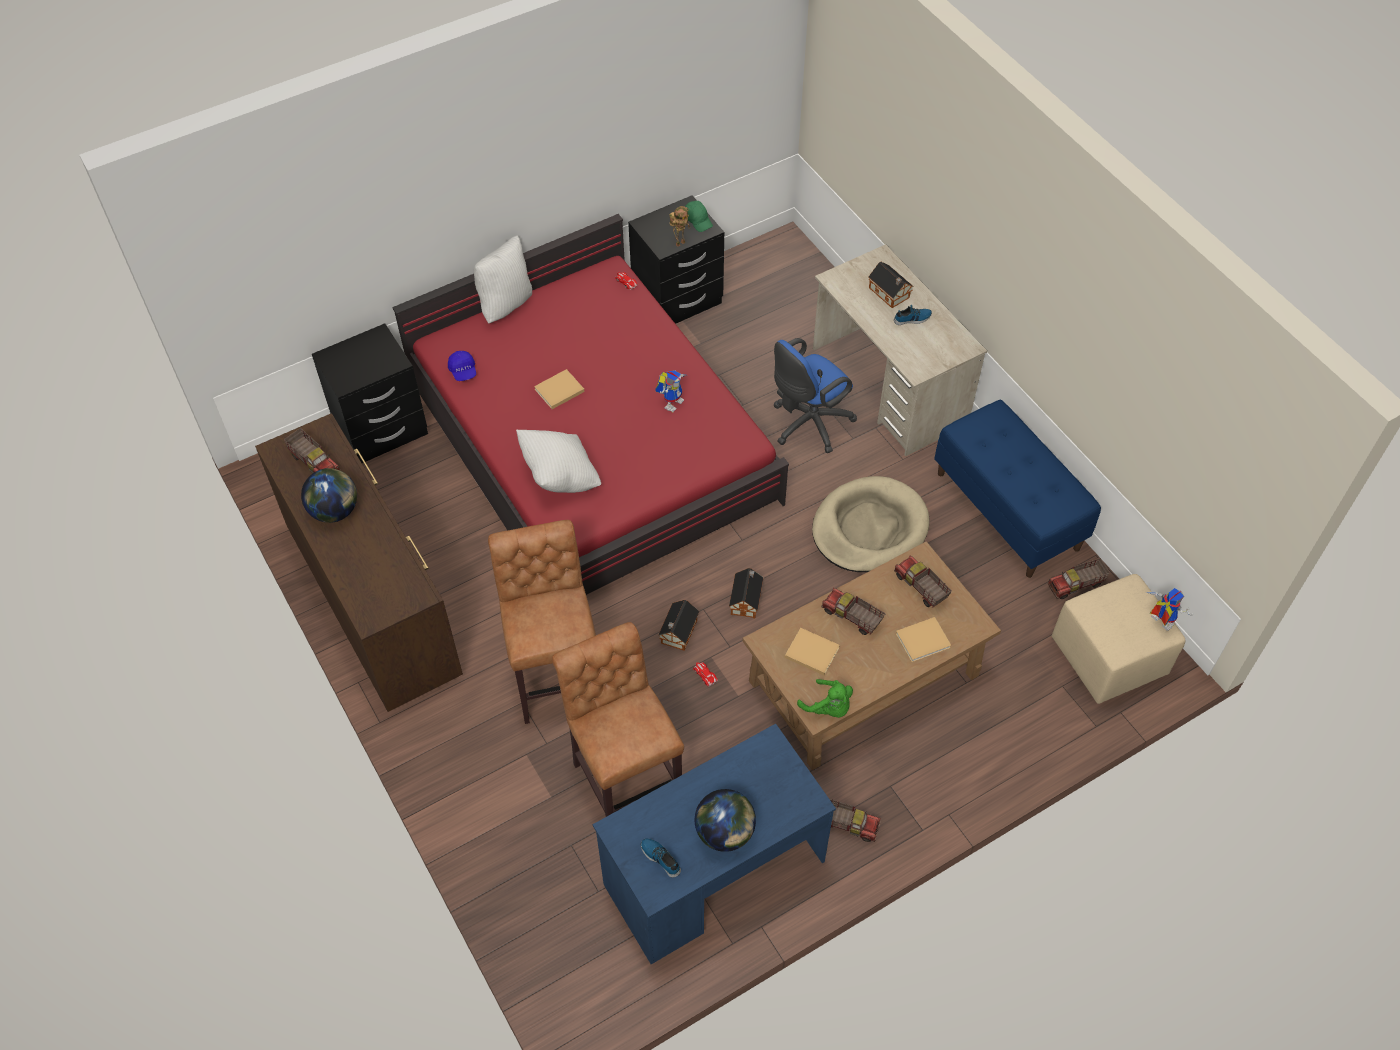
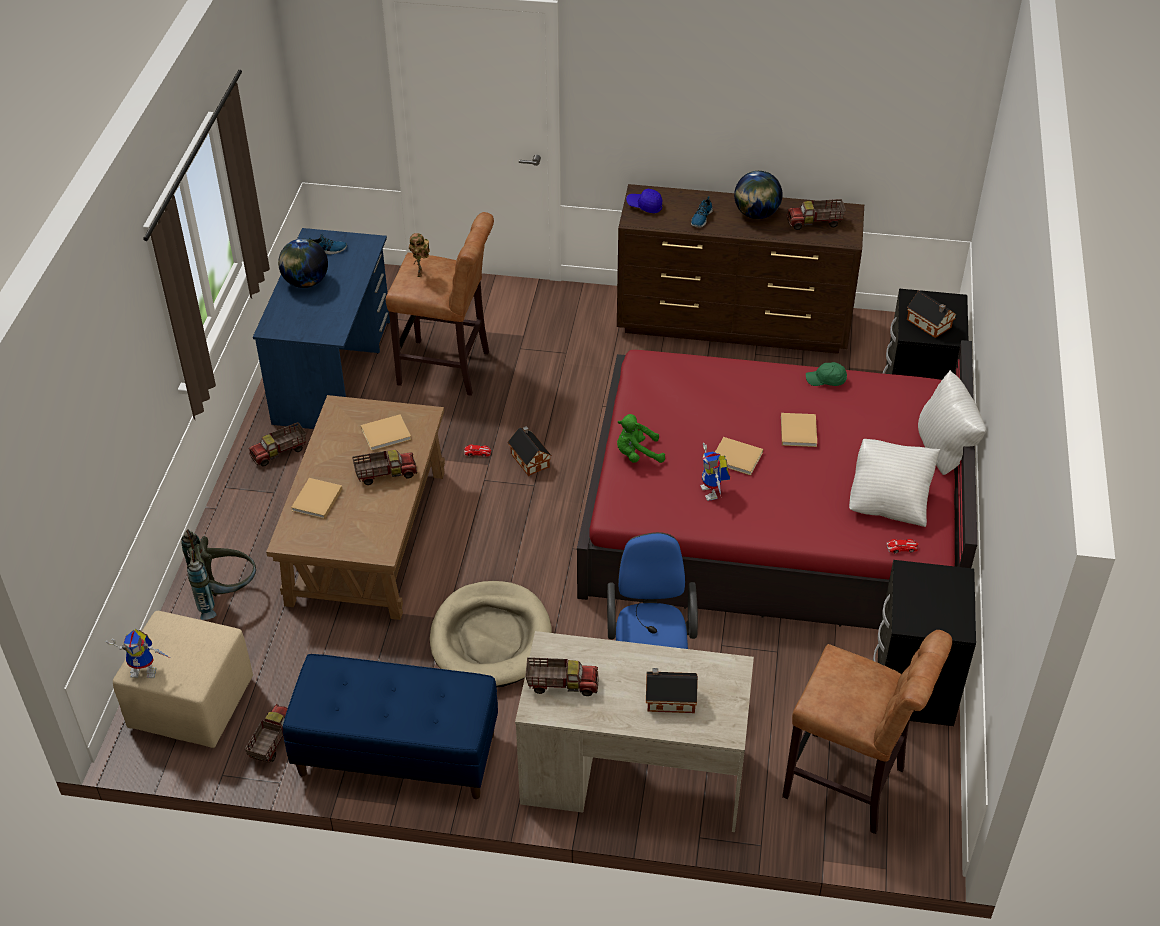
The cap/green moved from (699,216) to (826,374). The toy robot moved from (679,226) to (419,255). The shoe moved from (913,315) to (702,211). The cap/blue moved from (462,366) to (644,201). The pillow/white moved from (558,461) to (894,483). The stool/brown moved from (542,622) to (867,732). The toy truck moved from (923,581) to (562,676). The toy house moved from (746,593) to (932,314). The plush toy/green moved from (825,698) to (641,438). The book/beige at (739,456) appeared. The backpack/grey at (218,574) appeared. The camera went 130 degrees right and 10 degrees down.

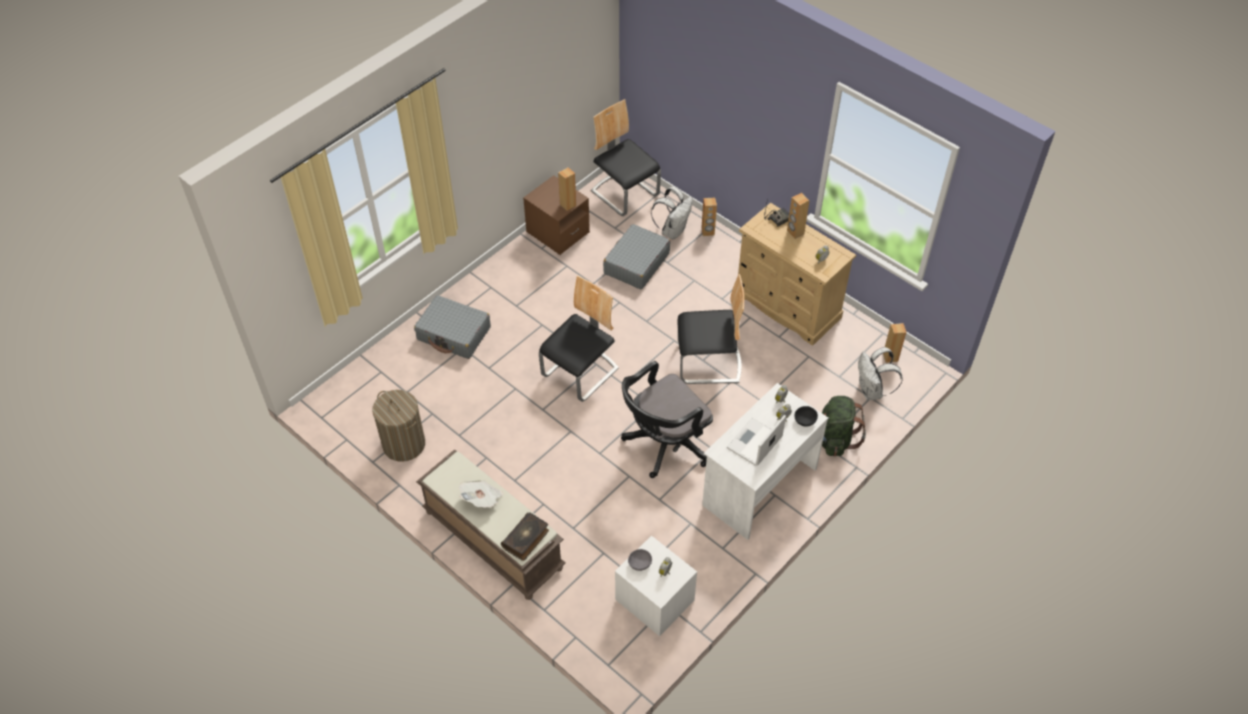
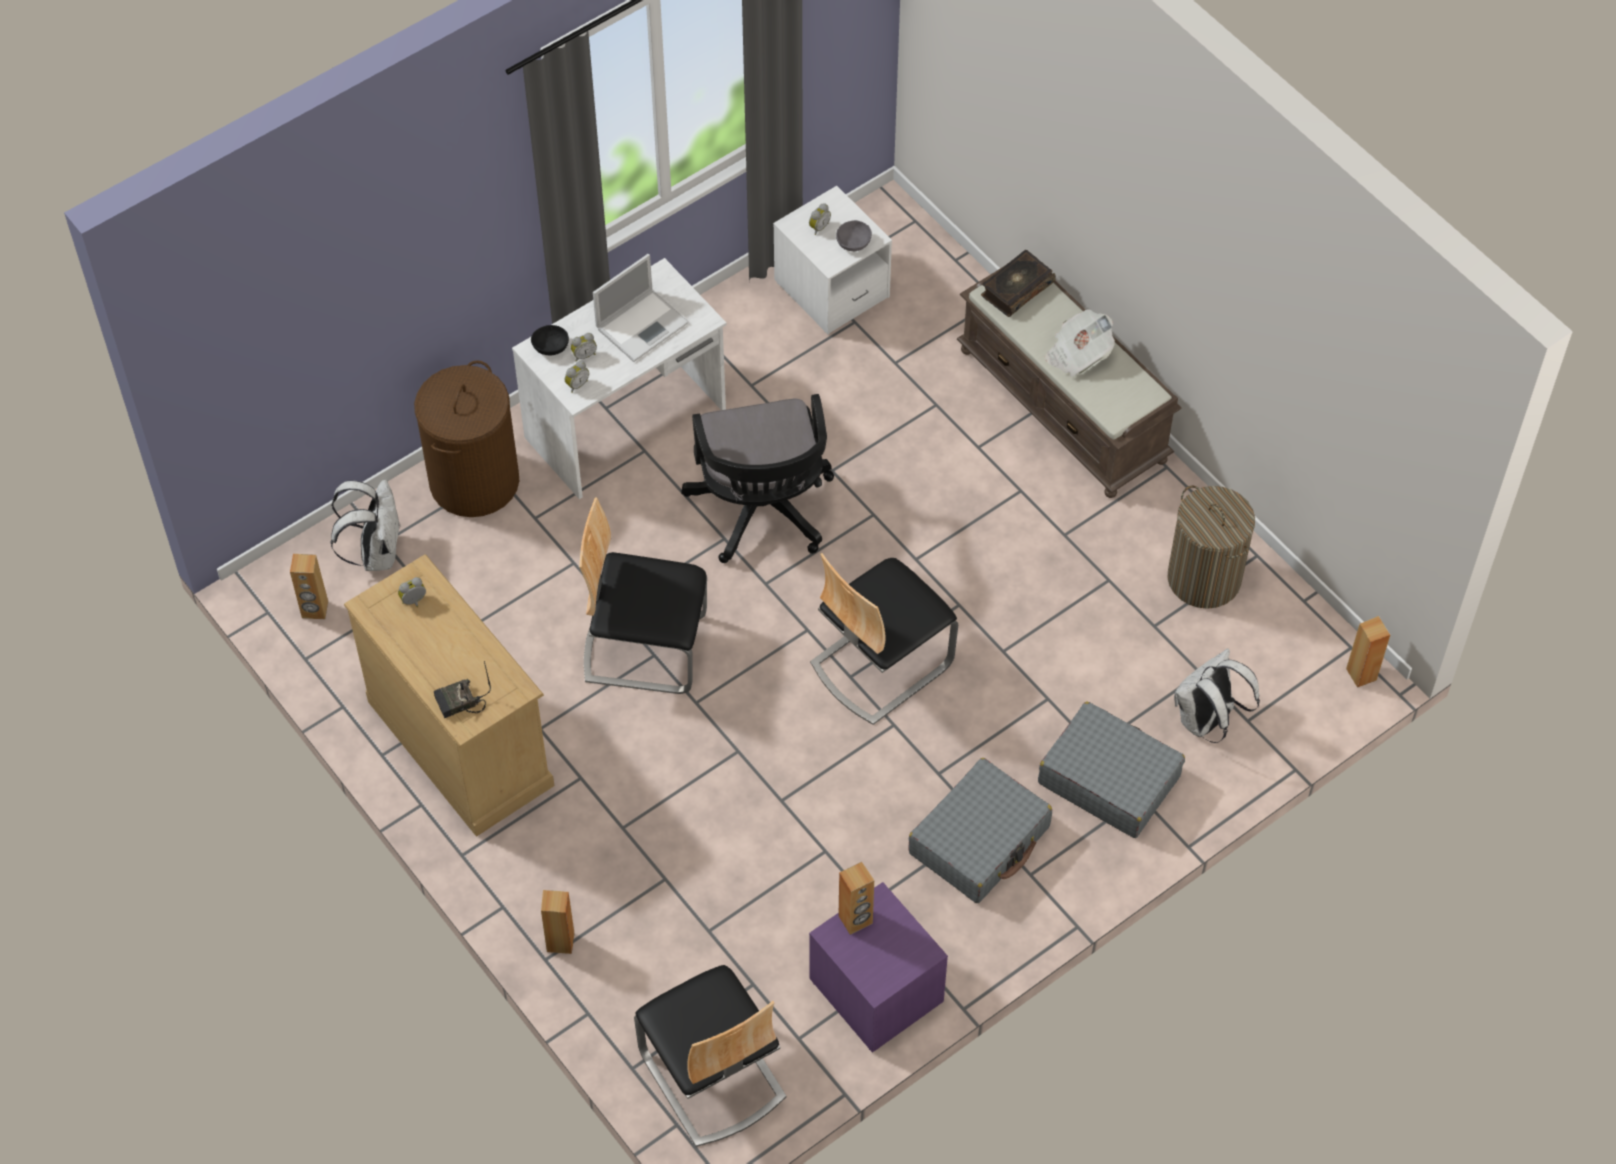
The nightstand/brown at (556,215) became the nightstand/purple at (878,967). The backpack/white moved from (672,212) to (1217,695). The speaker/brown moved from (798,216) to (1368,652). The suitcase/grey moved from (636,256) to (980,830). The office chair/black at (667,419) turned 105 degrees clockwise. The backpack/green at (844,426) was replaced by the laundry basket/brown at (466,439). The camera went 170 degrees left and 5 degrees up.

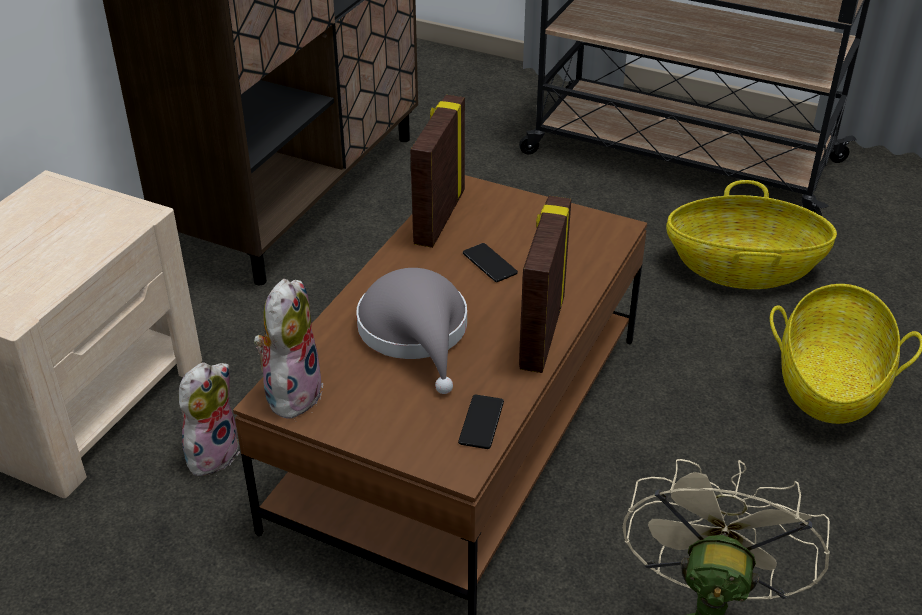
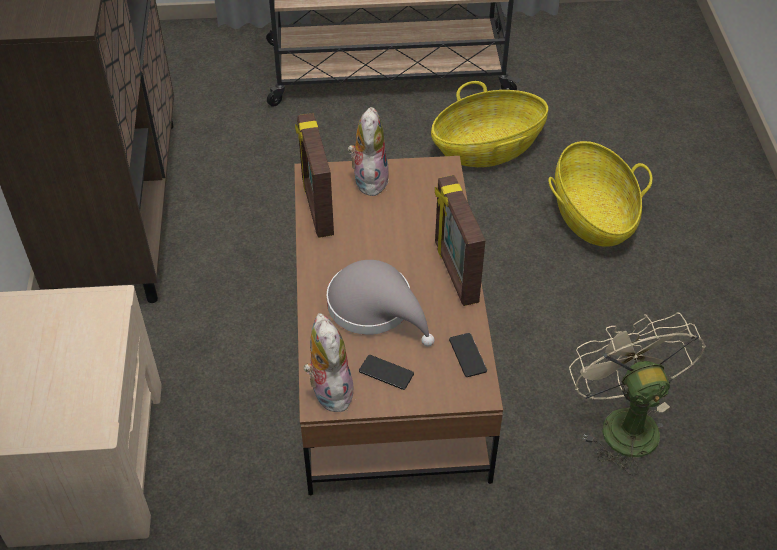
The phone moved from (490,262) to (386,372). The plush toy moved from (209,419) to (368,151). The camera went 30 degrees left and 10 degrees up.

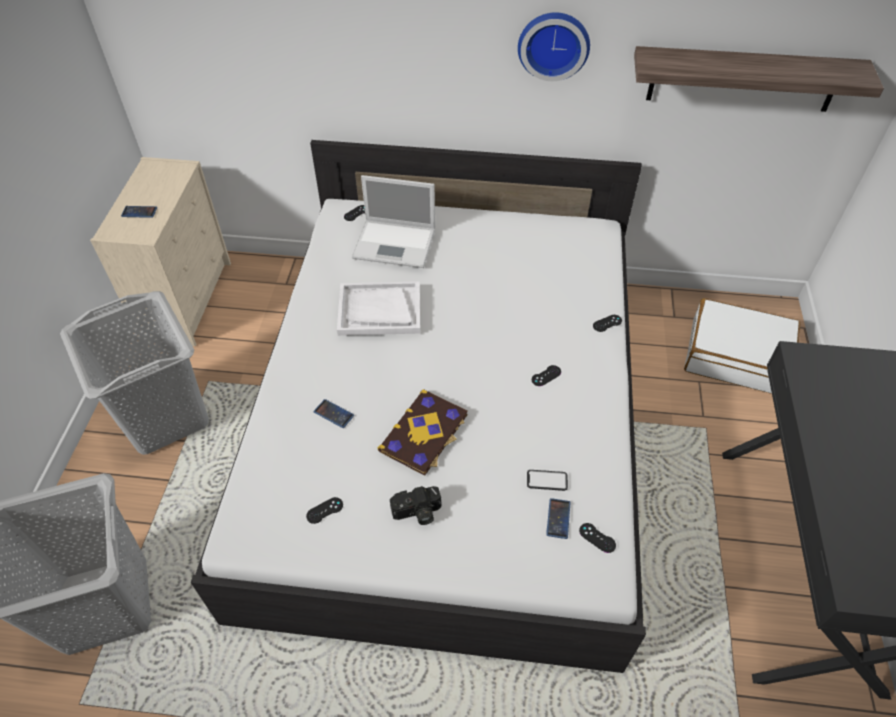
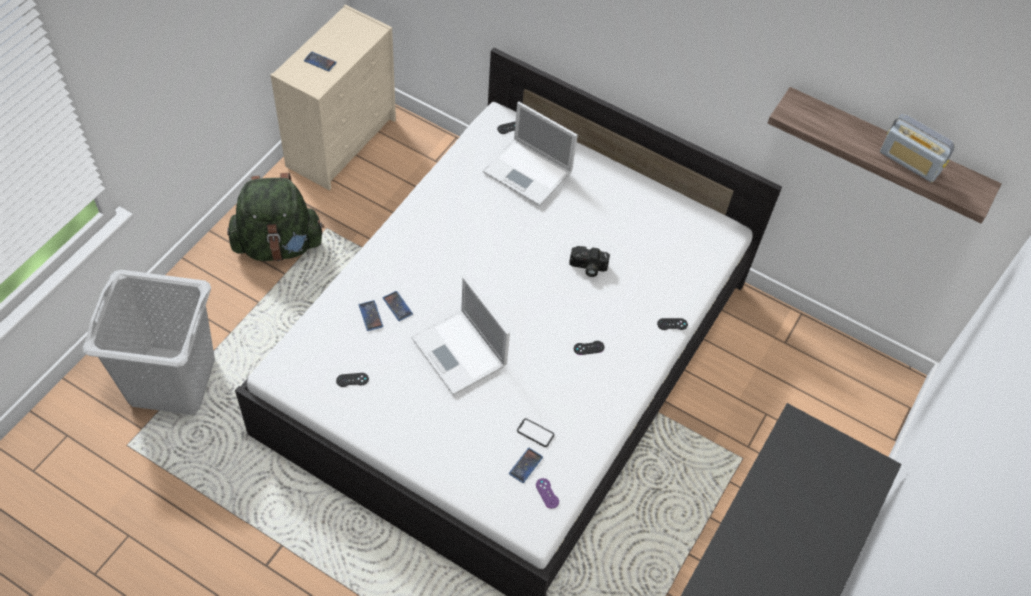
The wall clock at (554,46) disappeared. The tray/white at (378,308) disappeared. The laundry basket/grey at (134,373) was replaced by the backpack/green at (275,217). The suitcase/white at (742,346) disappeared. The book at (423,432) was replaced by the laptop at (460,335). The photo camera moved from (415,505) to (589,261). The game controller/black at (597,538) became the game controller/purple at (547,493). The radio at (917,148) appeared. The phone at (371,315) appeared. The camera went 20 degrees right and 5 degrees up.

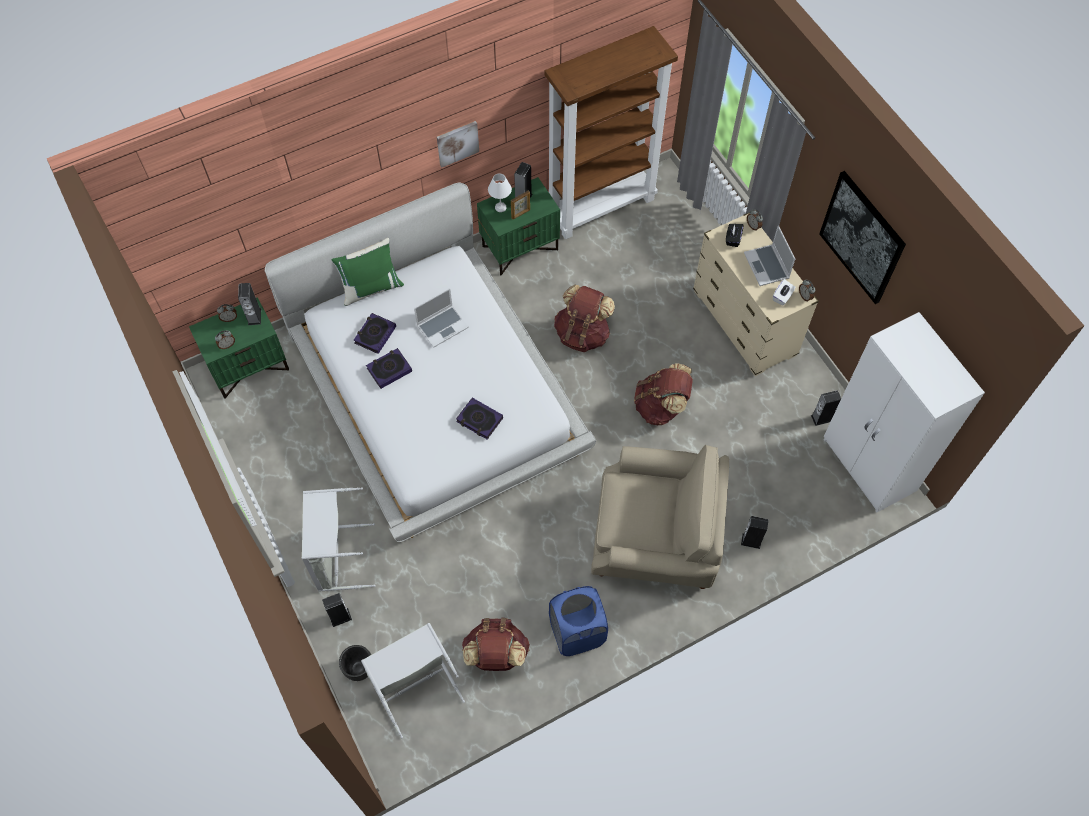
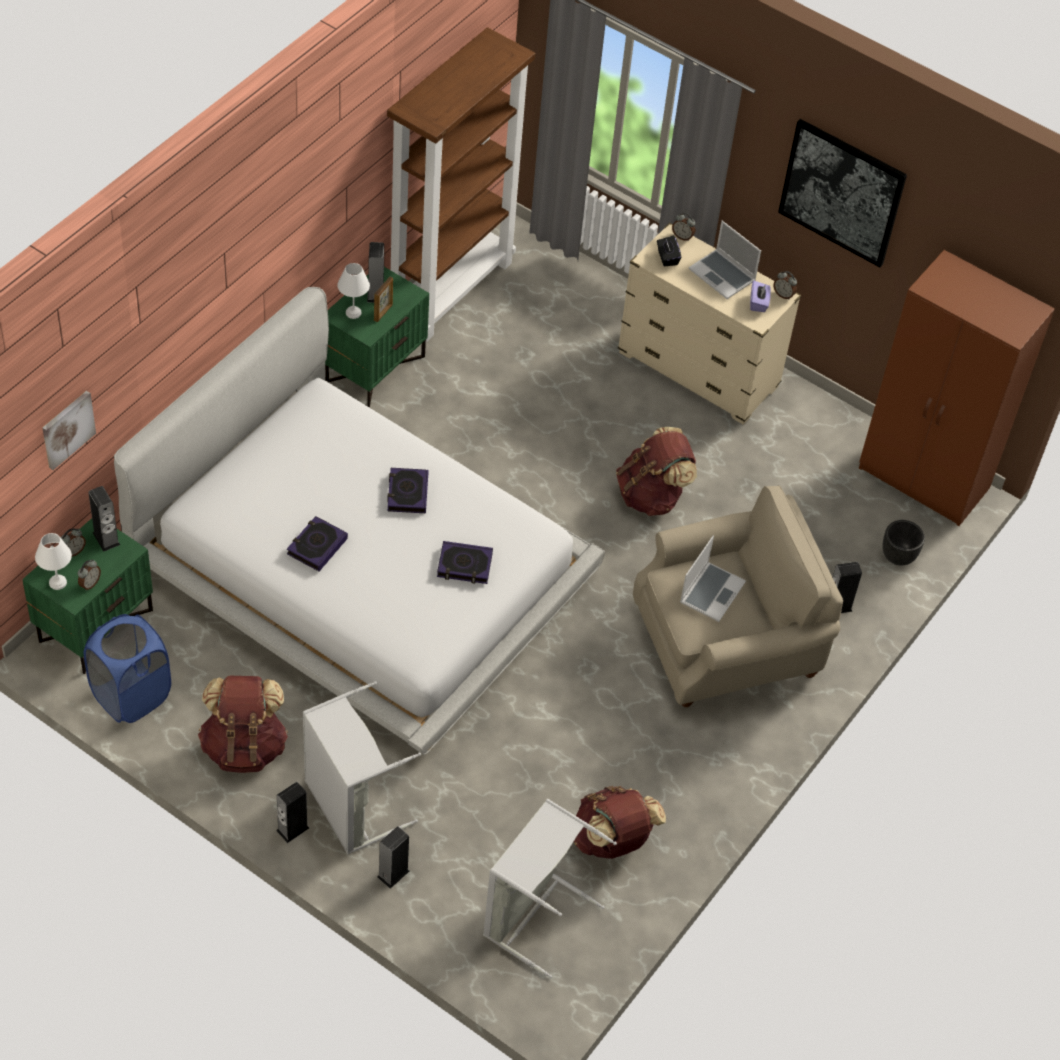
The picture moved from (458,144) to (69,430). The pillow/green at (368,272) disappeared. The tissue box/white at (784,292) became the tissue box/purple at (760,296). The backpack/brown moved from (584,318) to (243,724). The laptop moved from (441,318) to (713,579). The wardrobe/white at (904,412) became the wardrobe/brown at (957,388). The book moved from (374,333) to (408,491). The speaker moved from (826,408) to (292,812). The laundry basket/blue moved from (578,621) to (127,668). The planter/black moved from (355,663) to (904,542). The table lamp/white at (53,561) appeared. The camera went 30 degrees left and 10 degrees down.

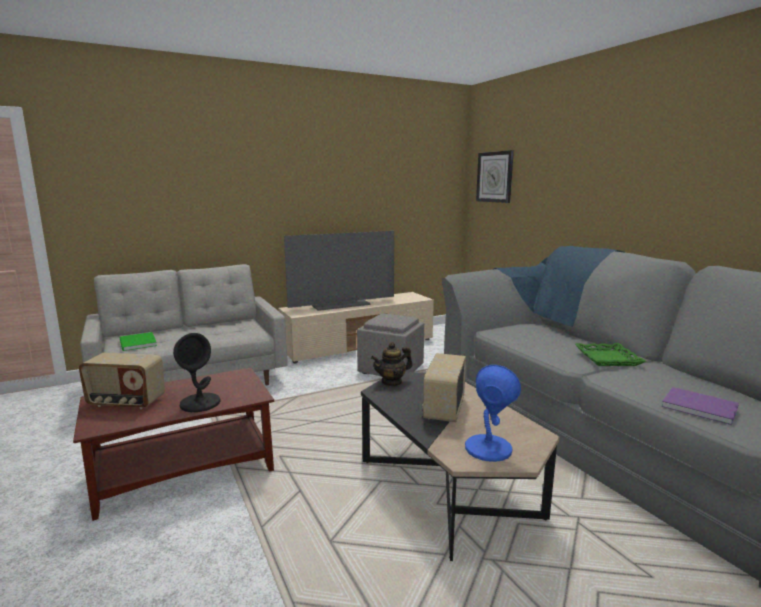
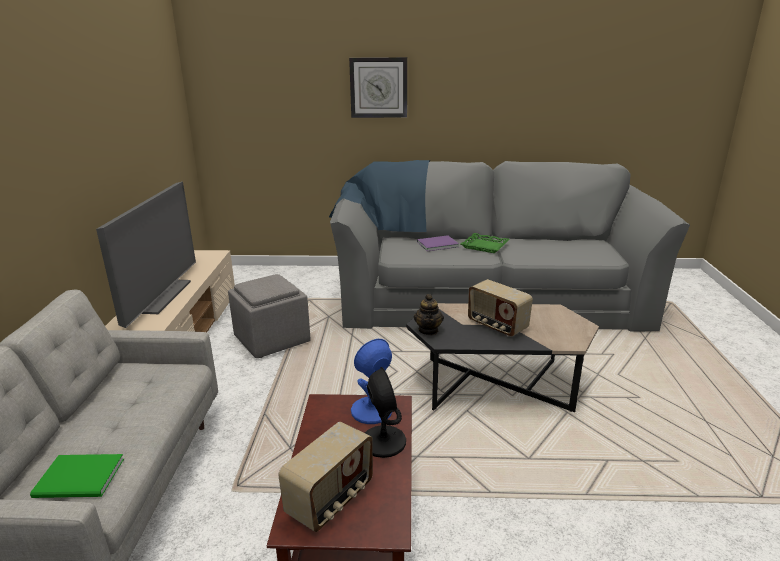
The wall clock moved from (495,176) to (378,87). The table lamp/blue moved from (493,413) to (371,381). The book/purple moved from (700,406) to (438,243). The camera went 60 degrees left and 10 degrees up.

